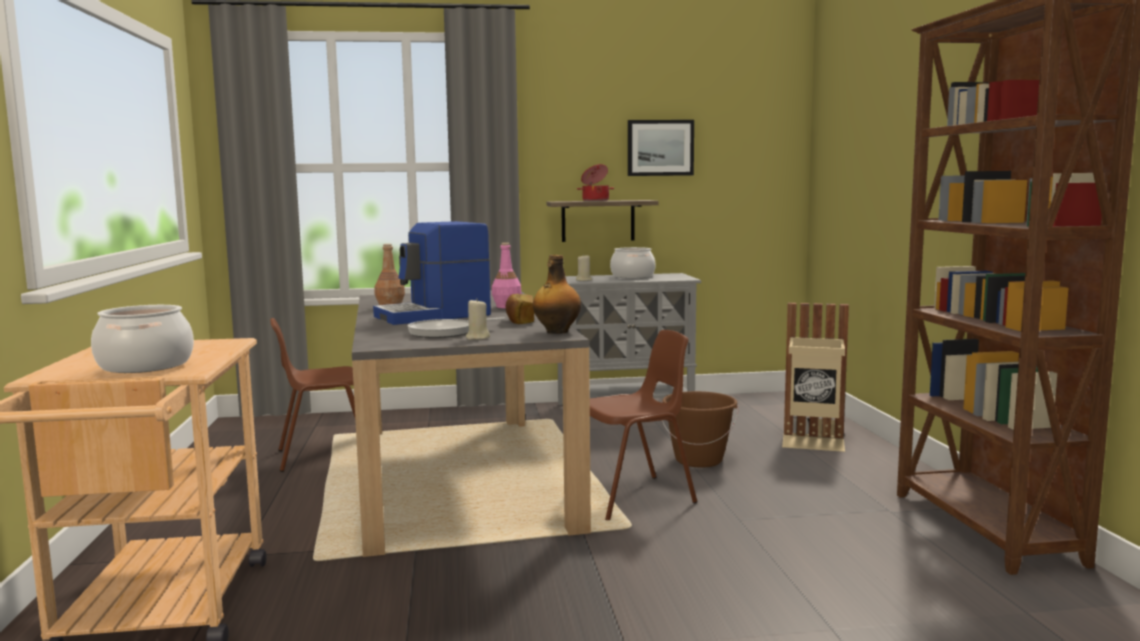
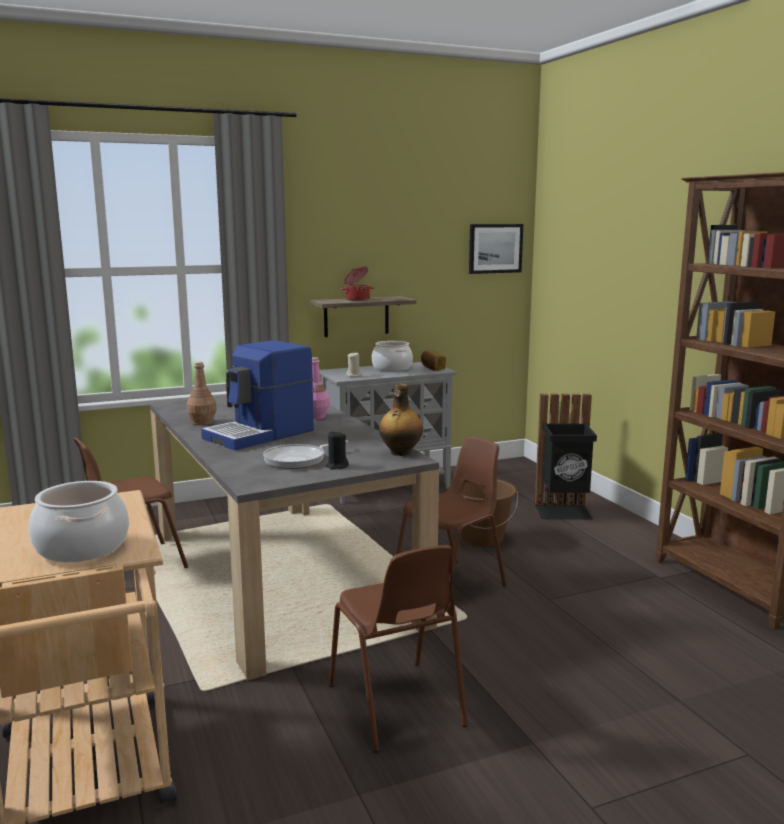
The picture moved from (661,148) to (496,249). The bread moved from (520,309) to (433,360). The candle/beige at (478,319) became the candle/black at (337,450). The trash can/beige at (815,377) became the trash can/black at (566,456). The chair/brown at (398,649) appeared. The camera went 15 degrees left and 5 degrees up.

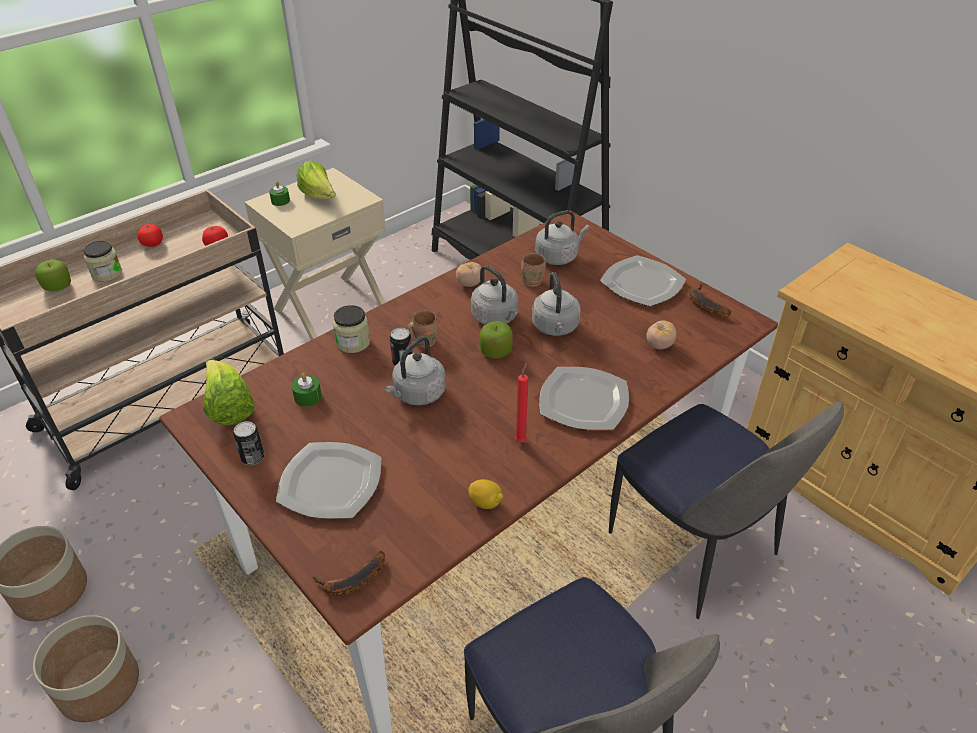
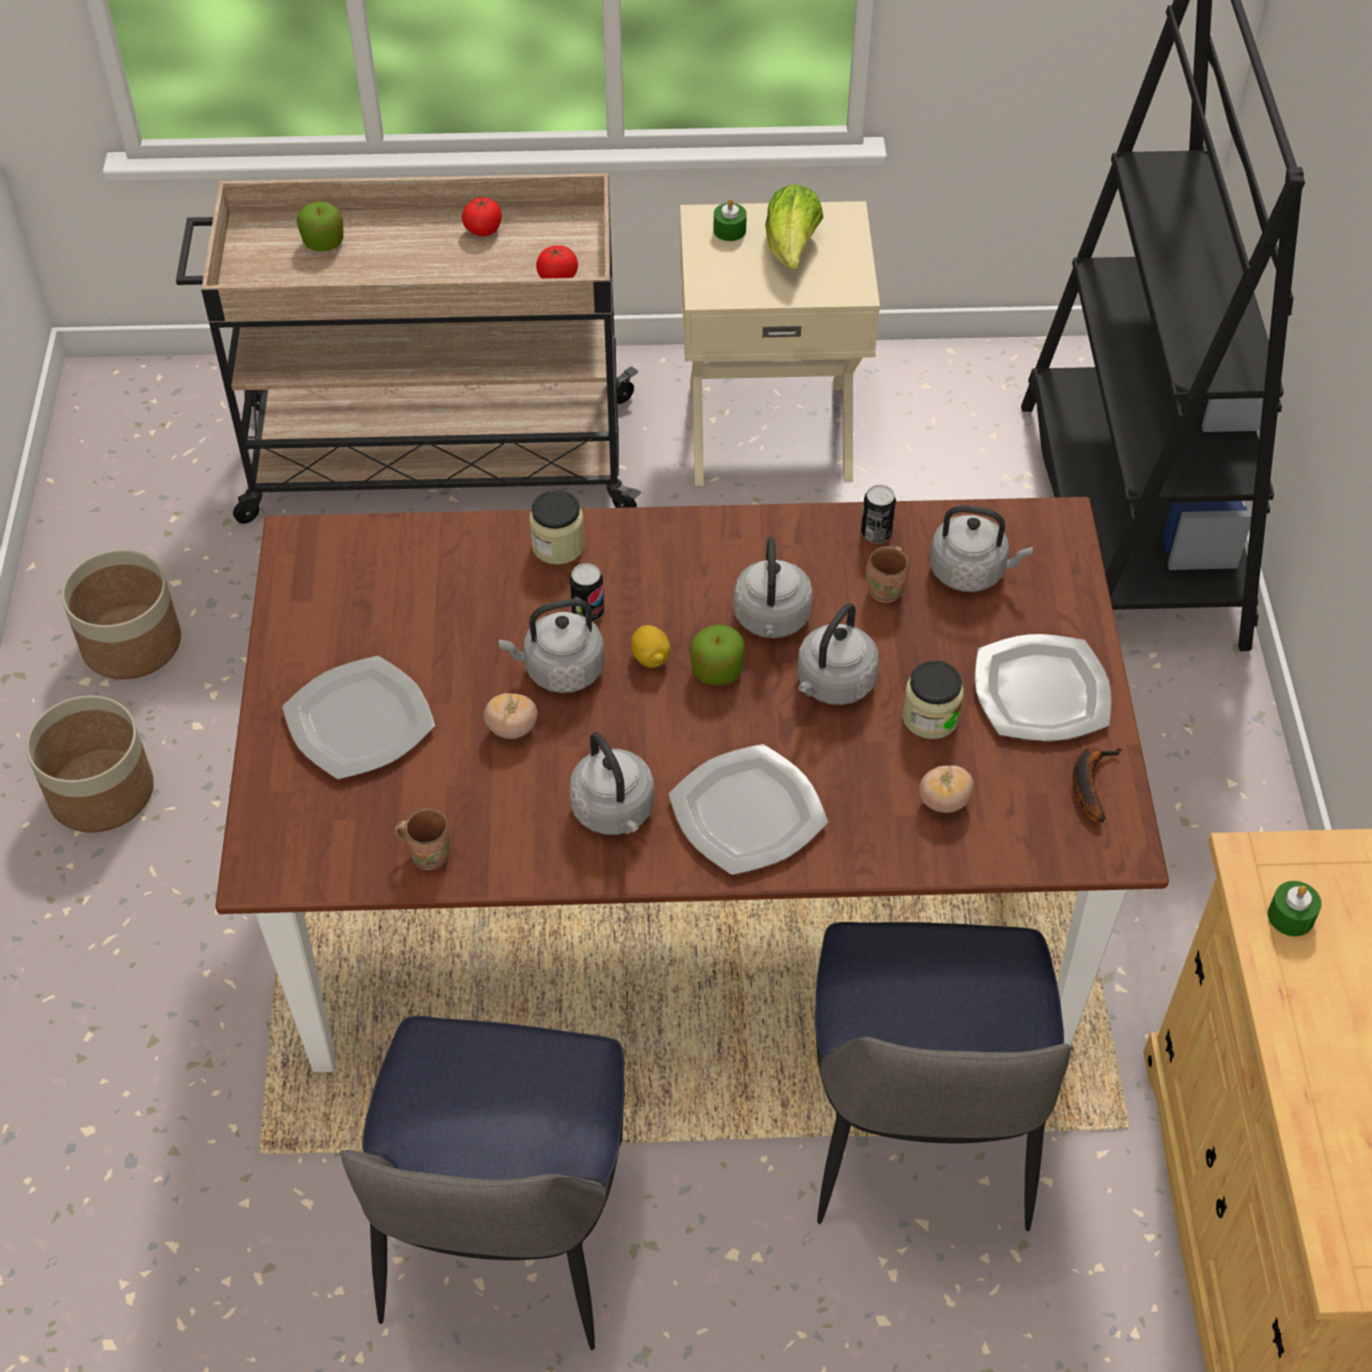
The jar moved from (102,261) to (933,699). The tomato moved from (469,274) to (511,716). The mug/brown moved from (422,329) to (422,839). The lettuce at (229,393) disappeared. The candle/red at (521,402) was replaced by the kettle/grey at (611,783). The candle/green moved from (307,390) to (1295,908). The can moved from (248,443) to (878,514). The lemon moved from (485,494) to (650,646). The banana at (349,573) disappeared. The camera went 40 degrees right and 10 degrees up.

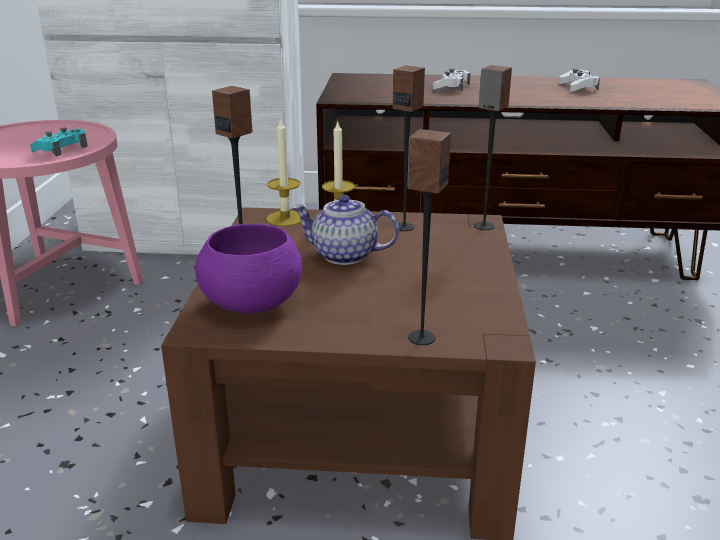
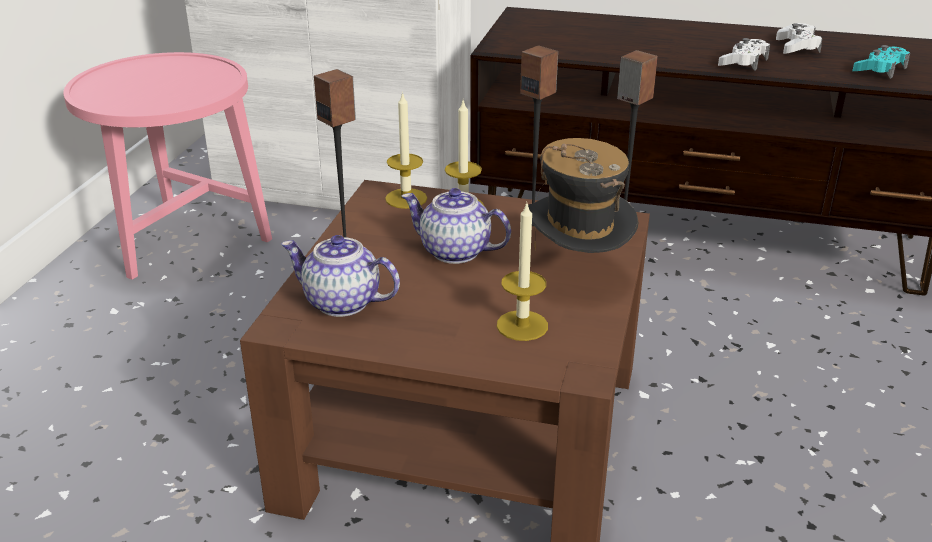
The game controller/white moved from (451,80) to (744,54). The game controller/turquoise moved from (59,142) to (881,62). The speaker at (429,237) disappeared. The bowl/purple at (248,269) was replaced by the teapot at (340,276). The hat at (583,195) appeared. The candle at (522,271) appeared. The camera went 10 degrees right and 5 degrees up.

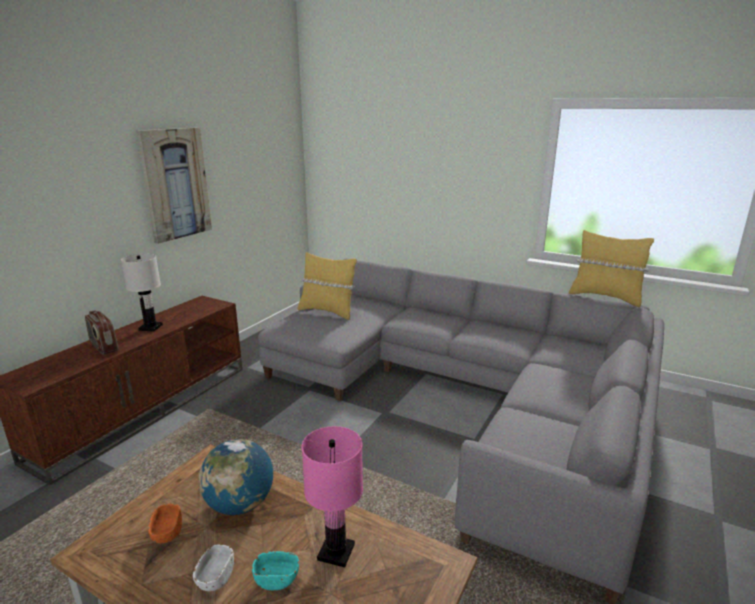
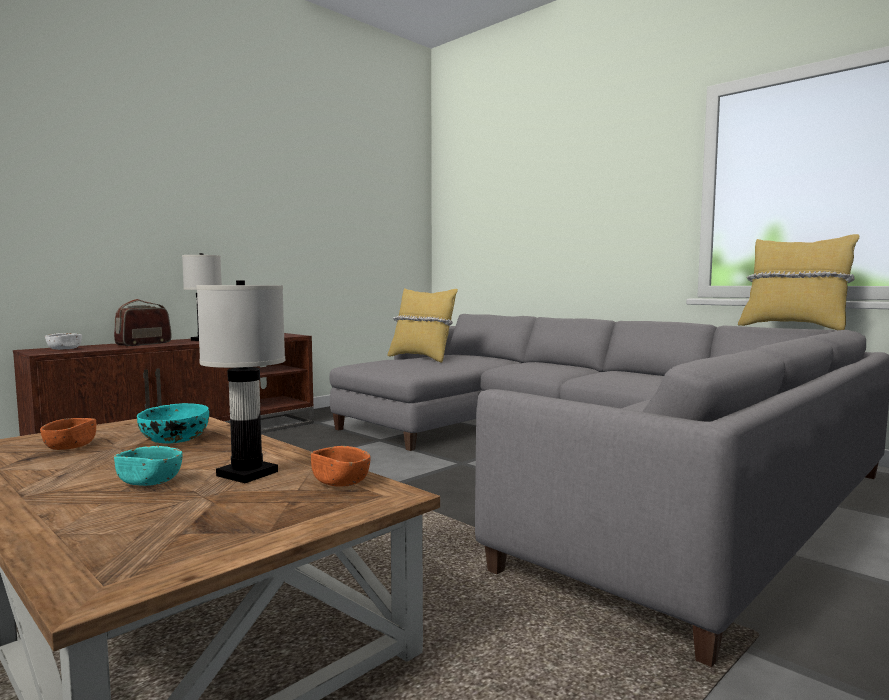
The picture at (174,186) disappeared. The radio at (101,332) turned 60 degrees clockwise. The table lamp/pink at (332,496) became the table lamp/white at (240,382). The globe at (236,477) was replaced by the bowl/turquoise at (173,423). The bowl/white moved from (213,567) to (63,341). The bowl/orange at (341,466) appeared. The camera went 15 degrees right and 15 degrees down.

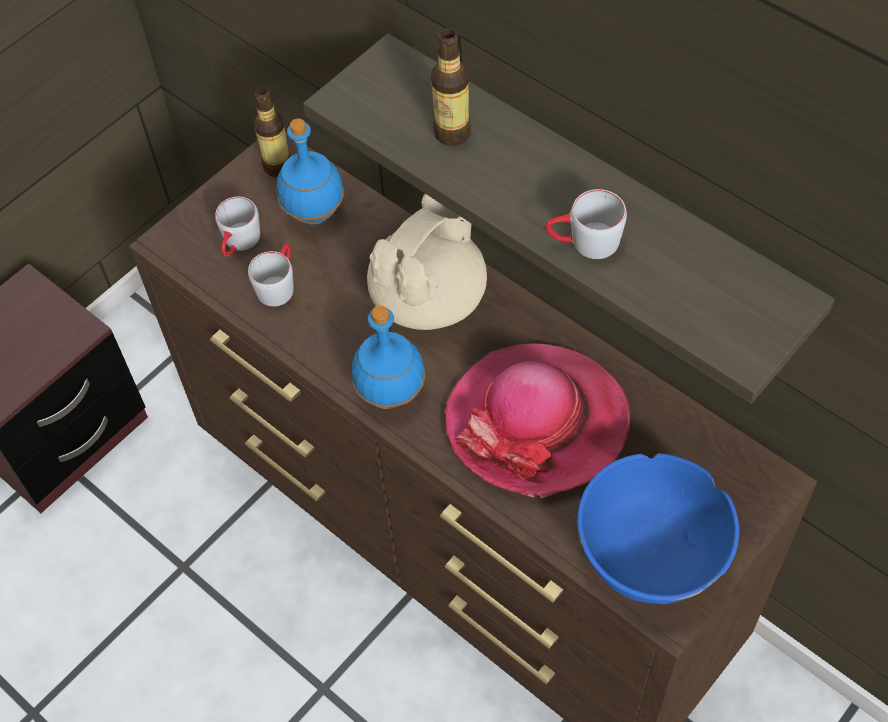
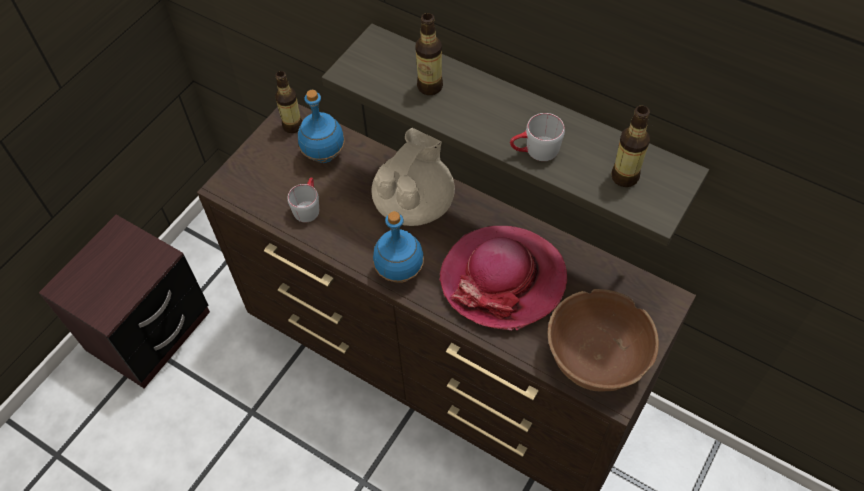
The mug/grey at (237,226) disappeared. The bowl/blue at (658,528) became the bowl/brown at (603,340). The bottle at (630,146) appeared. The camera went 10 degrees left and 0 degrees up.

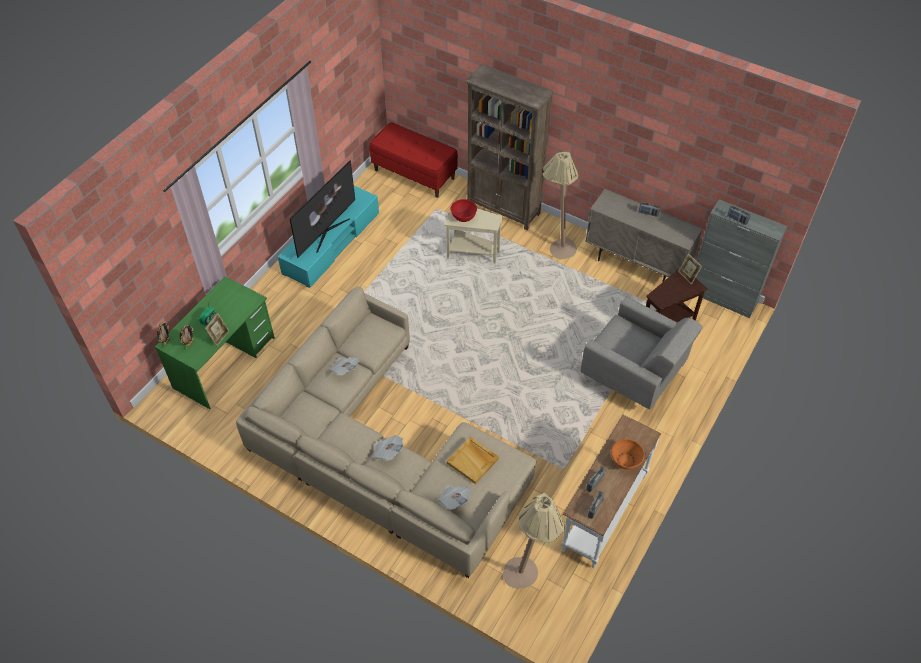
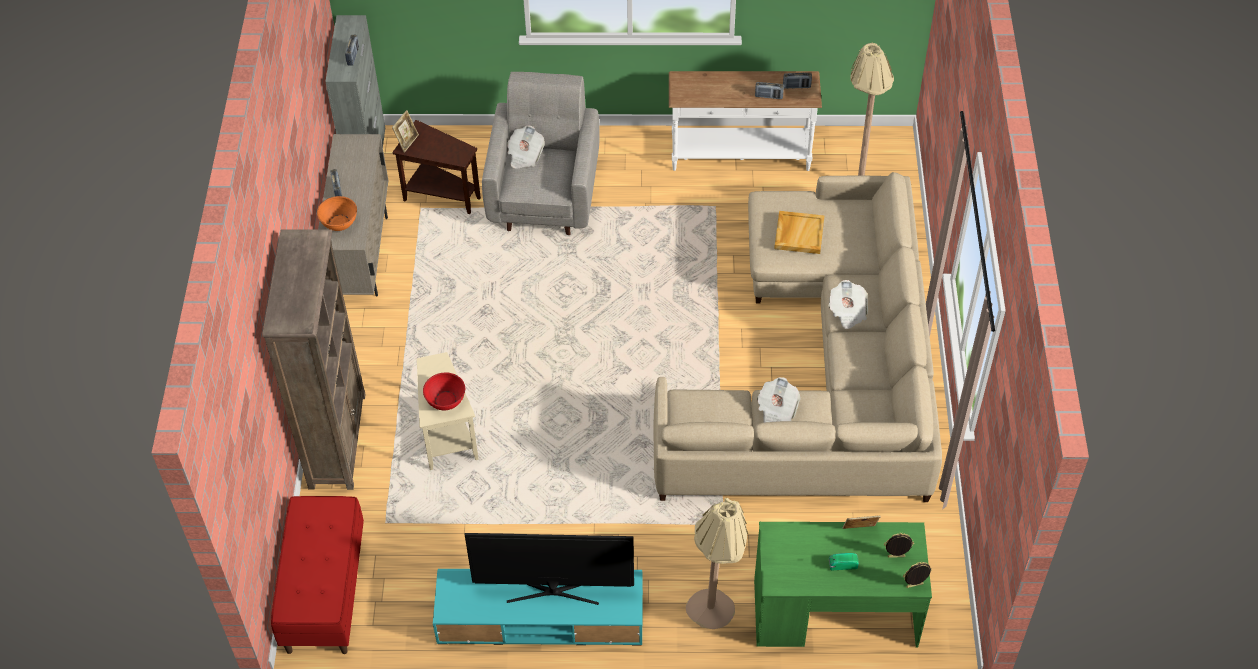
The floor lamp/beige moved from (560,205) to (717,563). The bowl/orange moved from (628,454) to (337,213). The newspaper moved from (454,497) to (526,147). The camera went 120 degrees left and 0 degrees up.

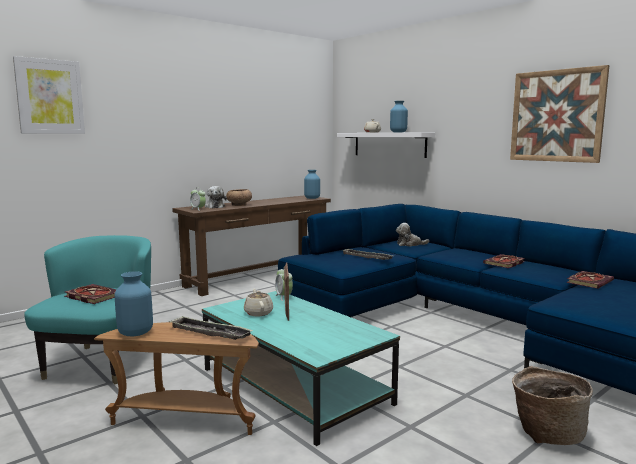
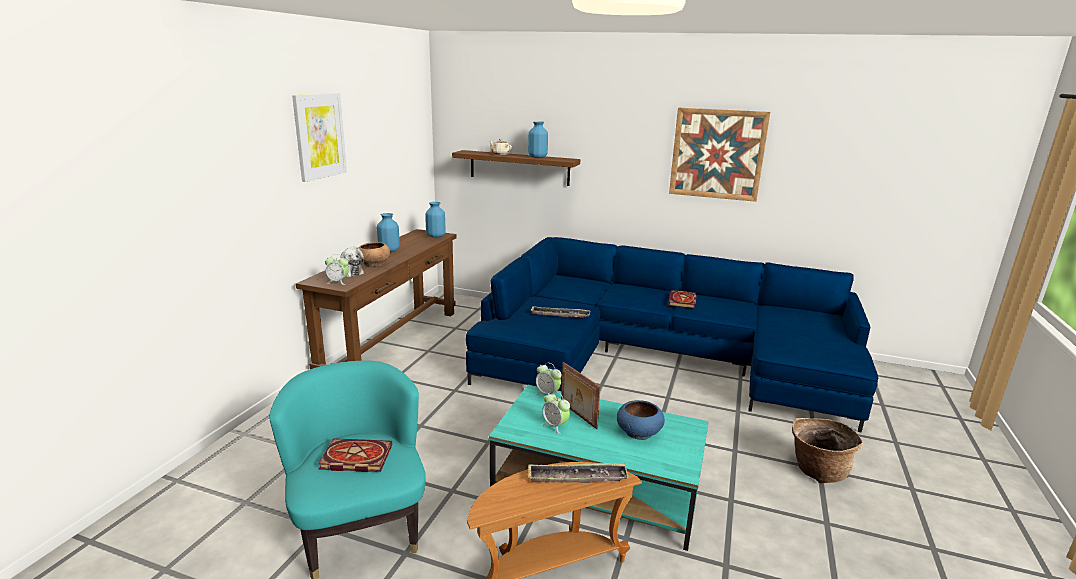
The picture moved from (49,95) to (319,137). The shelf/white at (386,145) became the shelf/brown at (516,168). The plush toy at (412,234) disappeared. The vase/blue moved from (133,303) to (388,232). The book at (590,280) disappeared. The teapot/beige at (258,303) was replaced by the alarm clock at (555,413). The bowl/blue at (641,420) appeared. The camera went 30 degrees left and 10 degrees up.

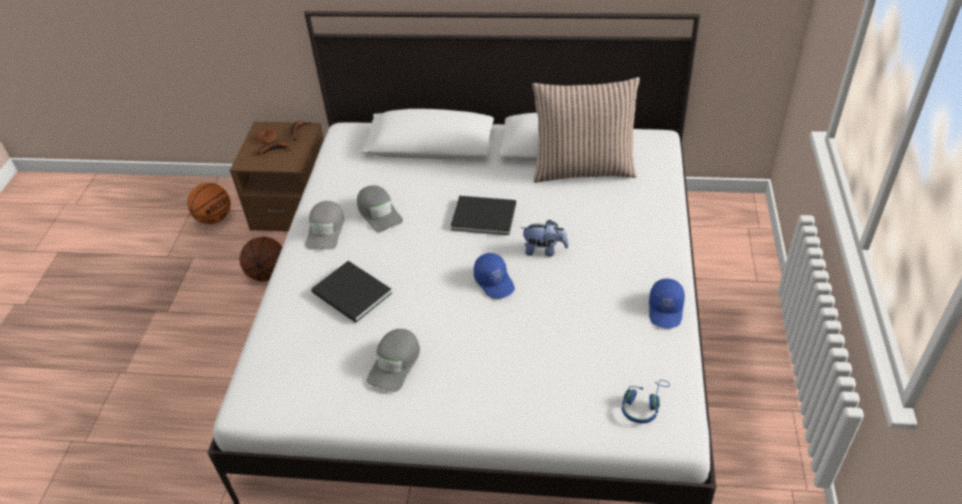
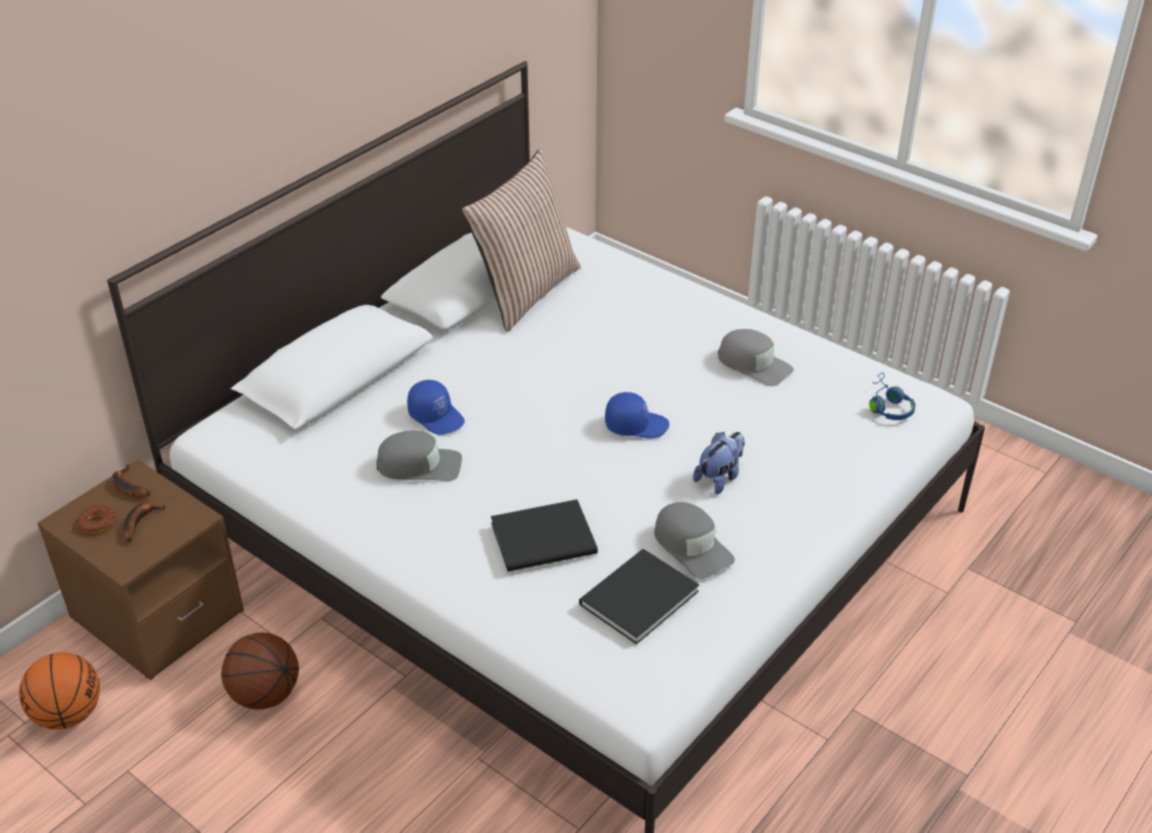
The book/black moved from (483,215) to (639,596). The cap/grey moved from (325,225) to (756,357). The plush toy moved from (545,238) to (719,463). The cap/blue moved from (667,303) to (436,407). The camera went 60 degrees left and 5 degrees down.

